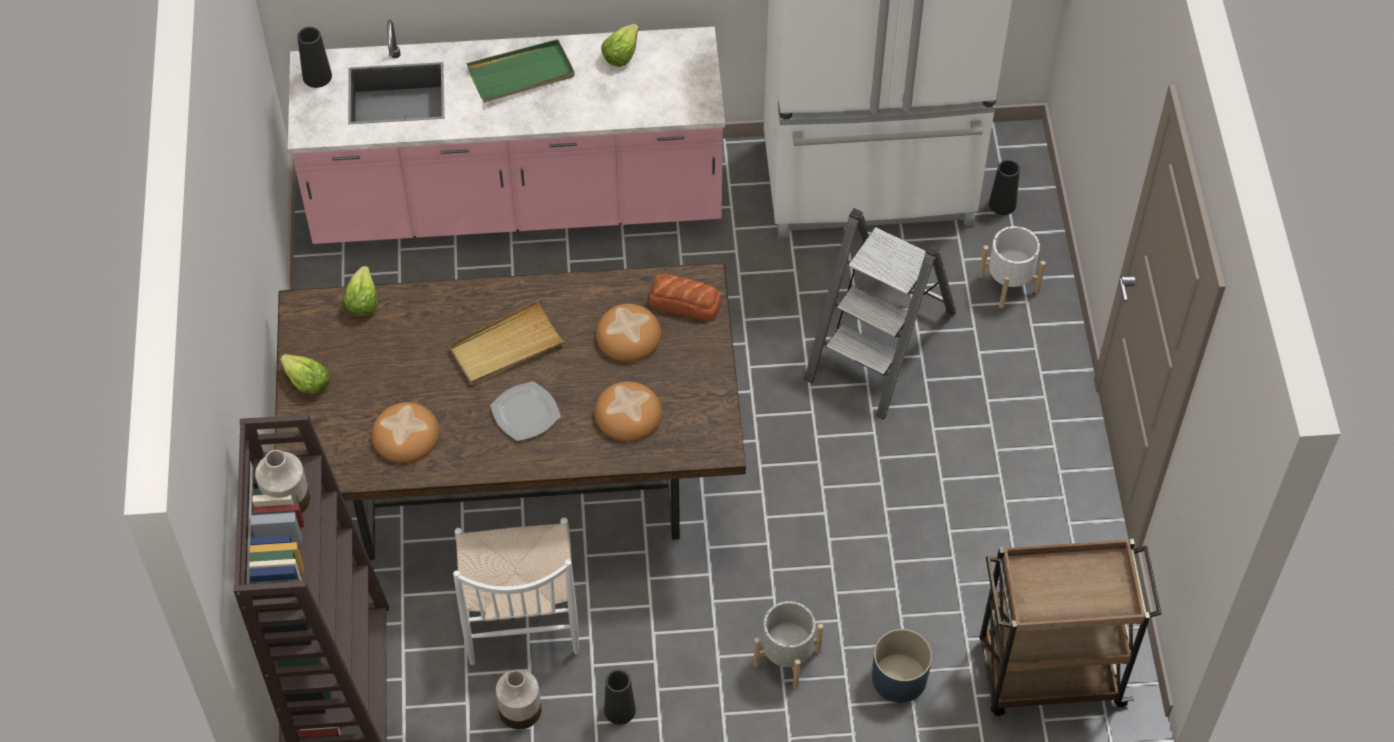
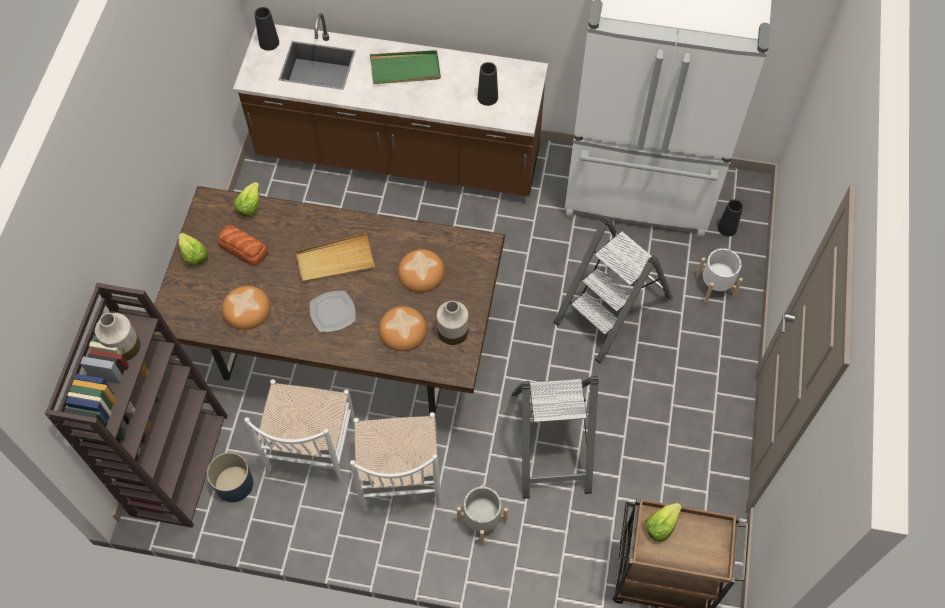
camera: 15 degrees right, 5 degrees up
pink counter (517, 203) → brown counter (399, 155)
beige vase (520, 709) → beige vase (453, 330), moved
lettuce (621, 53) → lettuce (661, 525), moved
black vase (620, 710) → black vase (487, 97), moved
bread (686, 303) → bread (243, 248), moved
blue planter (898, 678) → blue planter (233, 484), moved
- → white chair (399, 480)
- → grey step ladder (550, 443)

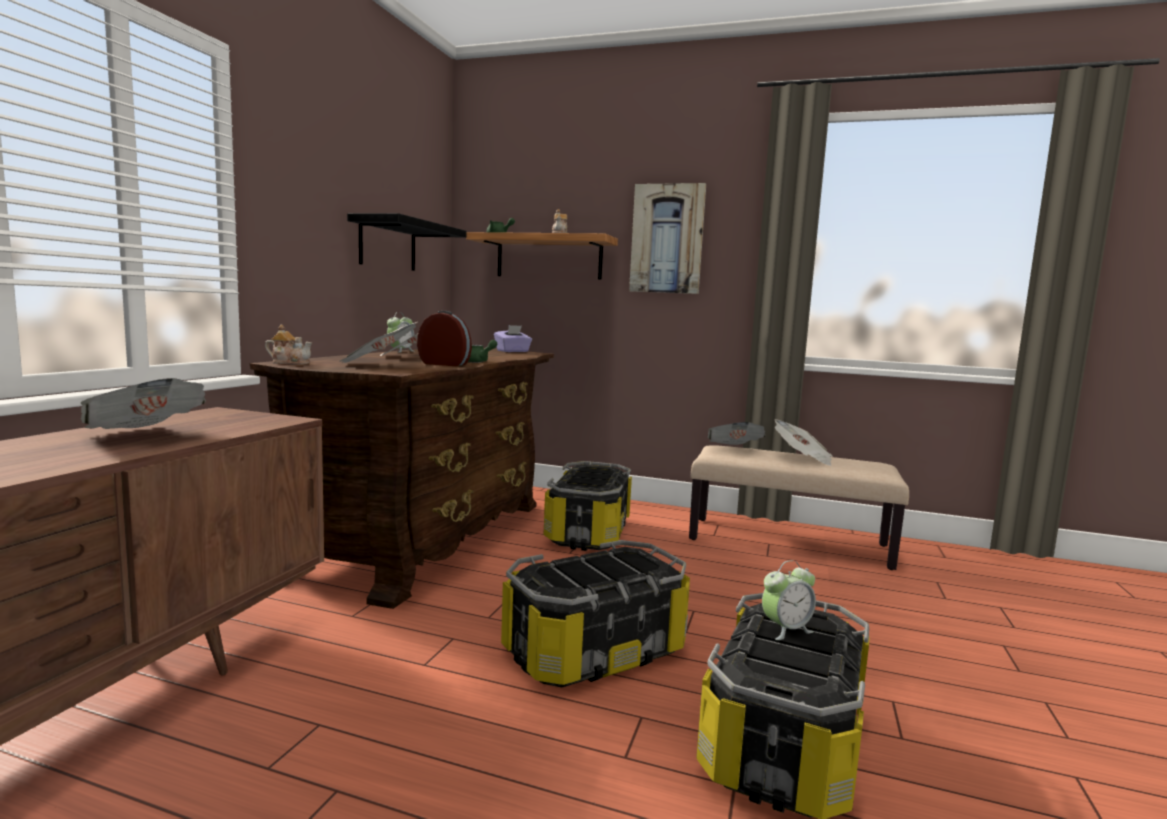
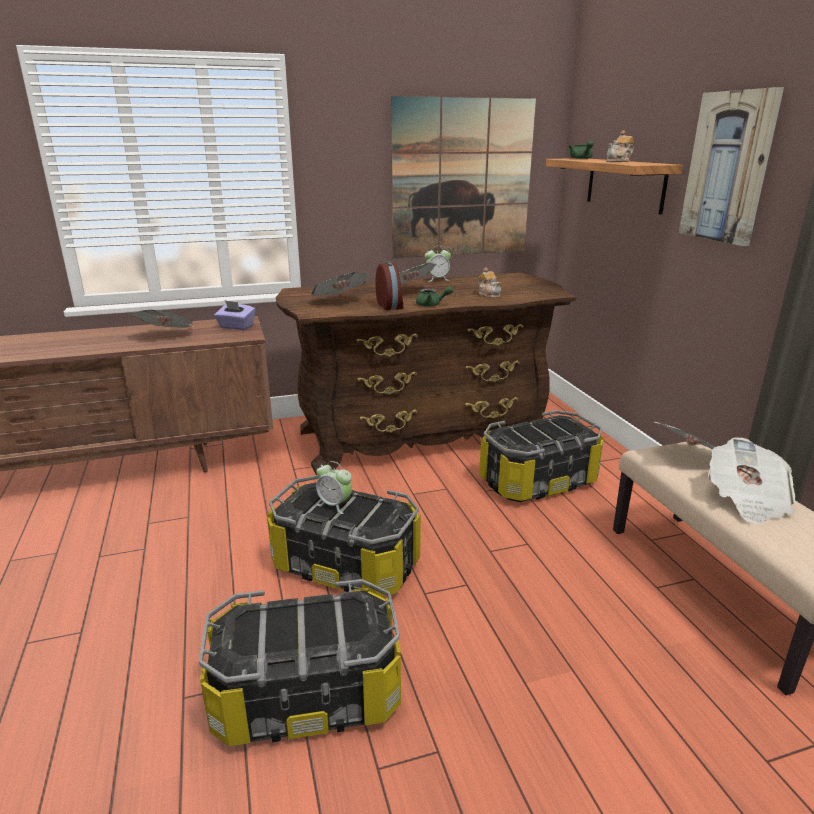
camera: 55 degrees right, 15 degrees up
teapot (290, 363) → teapot (489, 295), moved
black shelf (388, 245) → picture (462, 179)
purple tissue box (512, 351) → purple tissue box (236, 327), moved
alarm clock (786, 629) → alarm clock (334, 505), moved

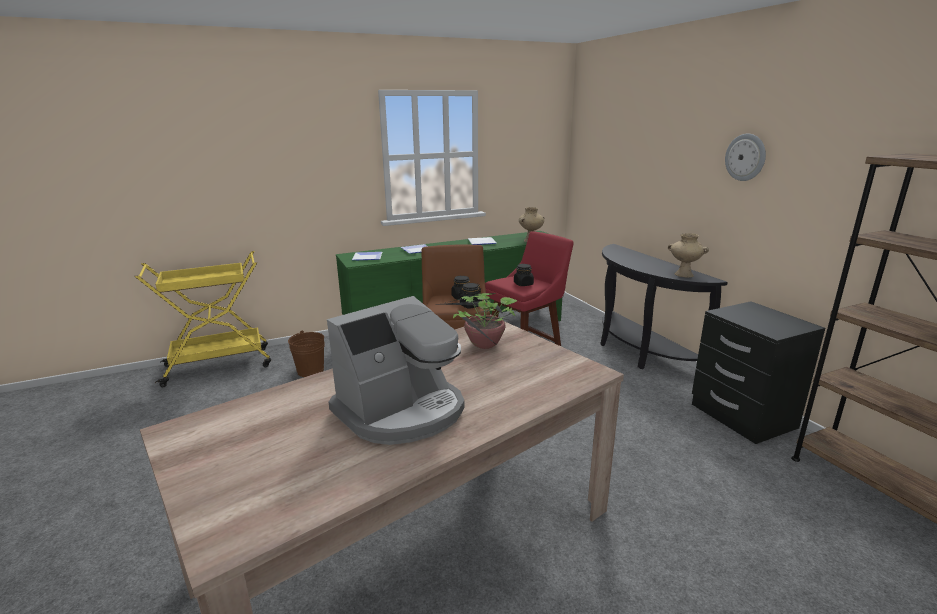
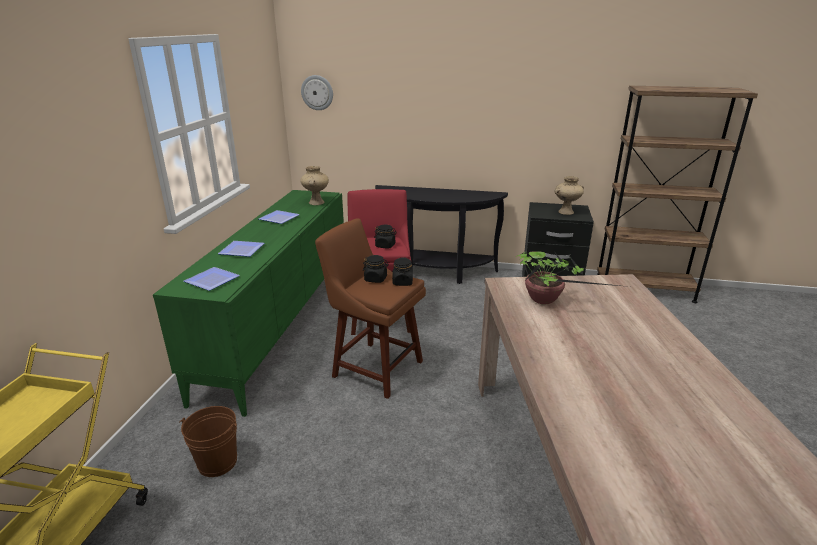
camera: 55 degrees left, 5 degrees up
coffee machine (402, 411) → -
beige vase (683, 275) → beige vase (566, 212), moved
wall clock (745, 157) → wall clock (317, 92), moved

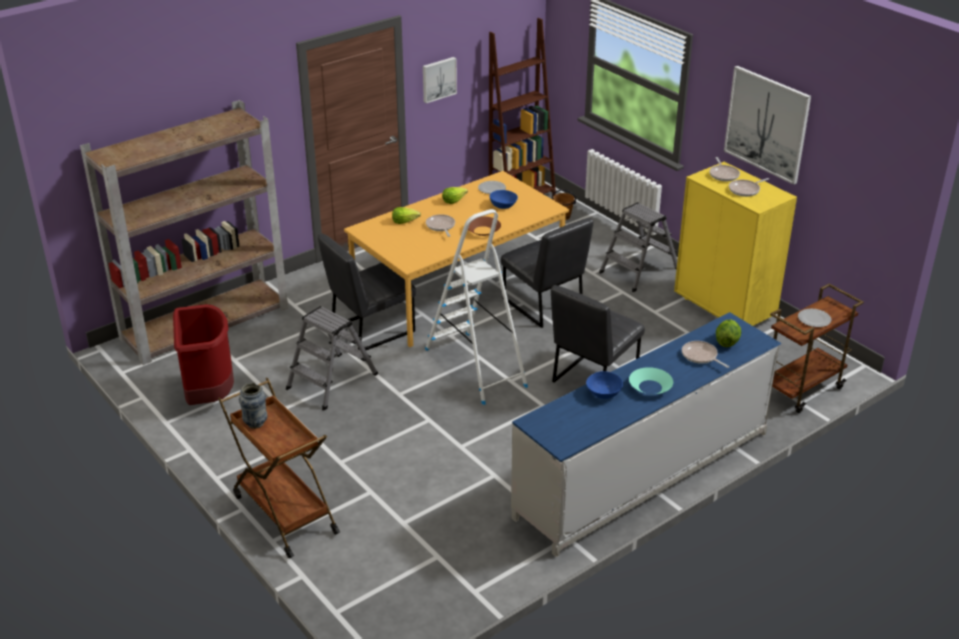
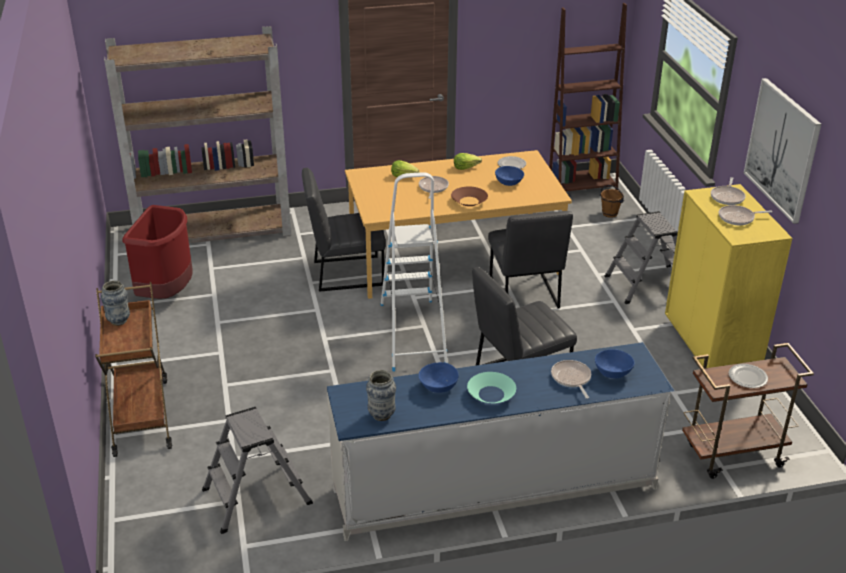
camera: 25 degrees right, 0 degrees up
grey step ladder (332, 381) → grey step ladder (257, 496), moved
picture (438, 79) → -
lettuce (727, 342) → blue bowl (612, 372)
- → vase (381, 415)

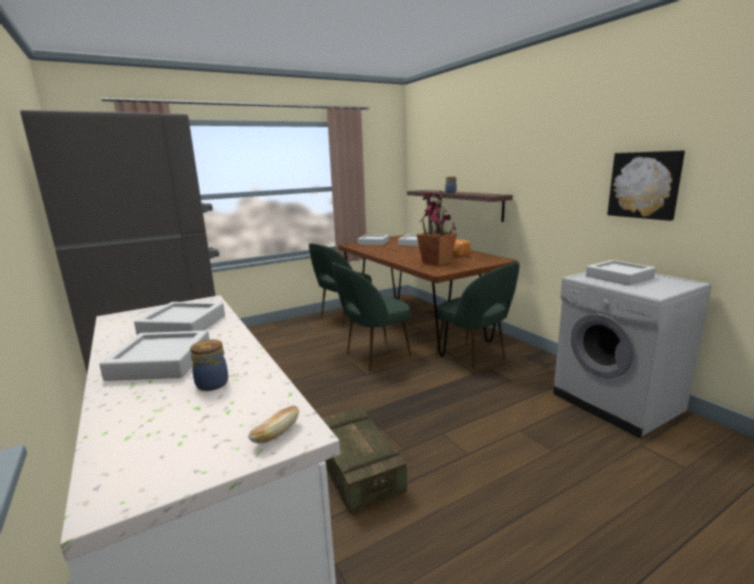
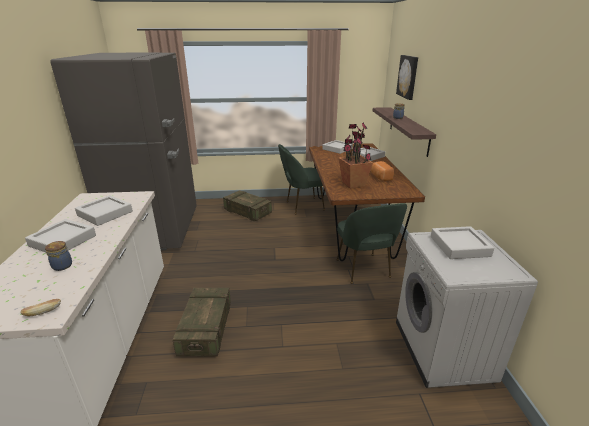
camera: 25 degrees right, 10 degrees up
green chair (373, 357) → -
picture (645, 185) → picture (408, 76), moved
- → crate (247, 212)

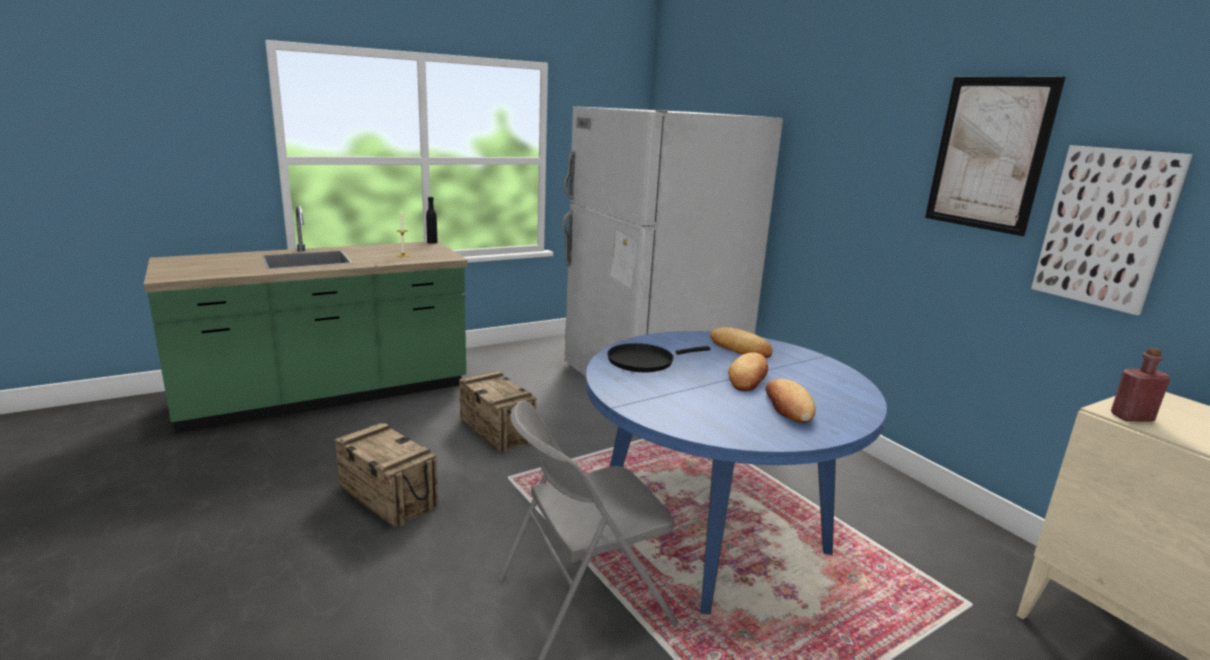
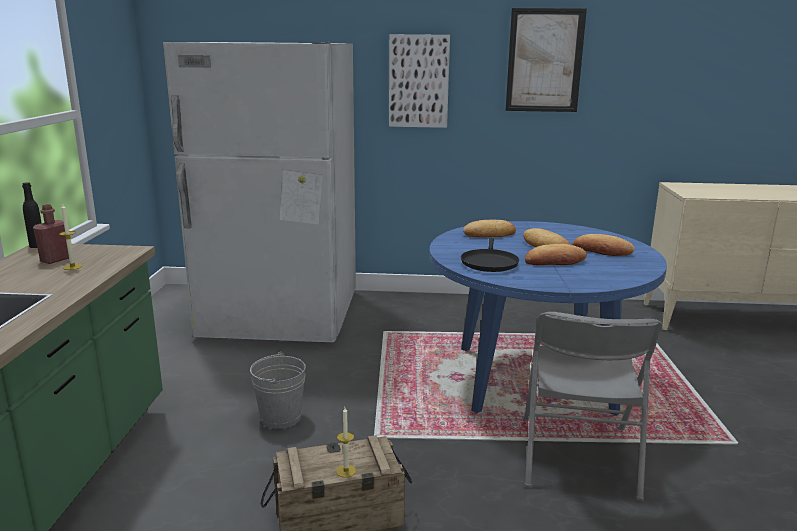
camera: 55 degrees left, 0 degrees up
crate (497, 431) → grey bucket (280, 417)
picture (1105, 227) → picture (418, 81), moved
red bottle (1131, 417) → red bottle (55, 260), moved
- → candle (346, 471)
- → bread (555, 261)

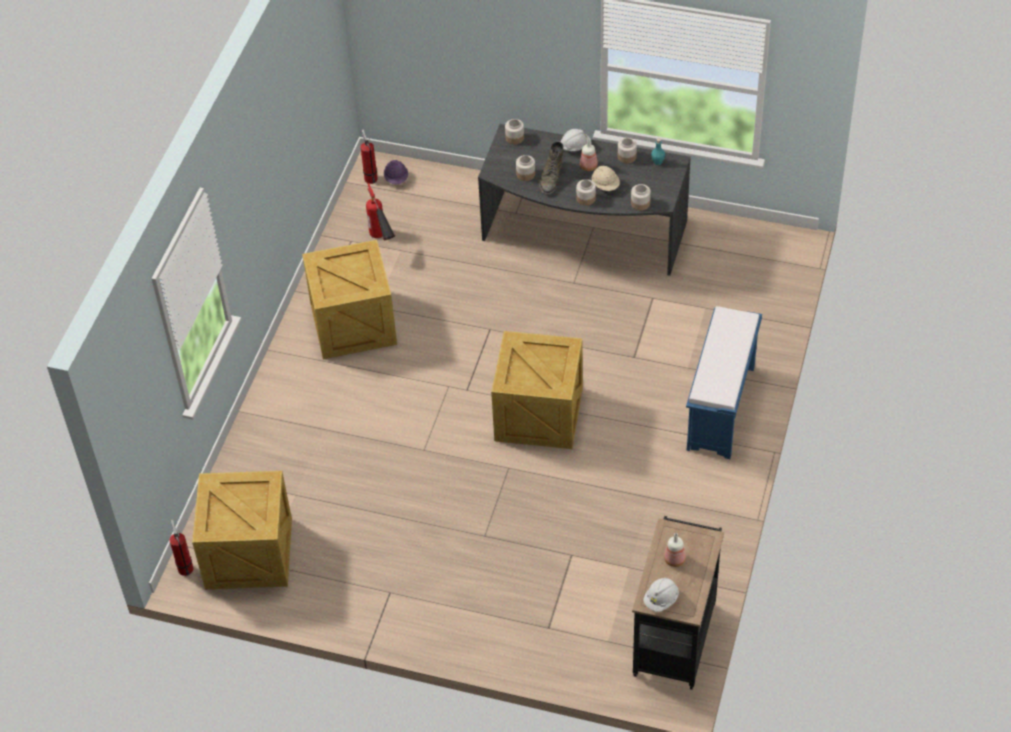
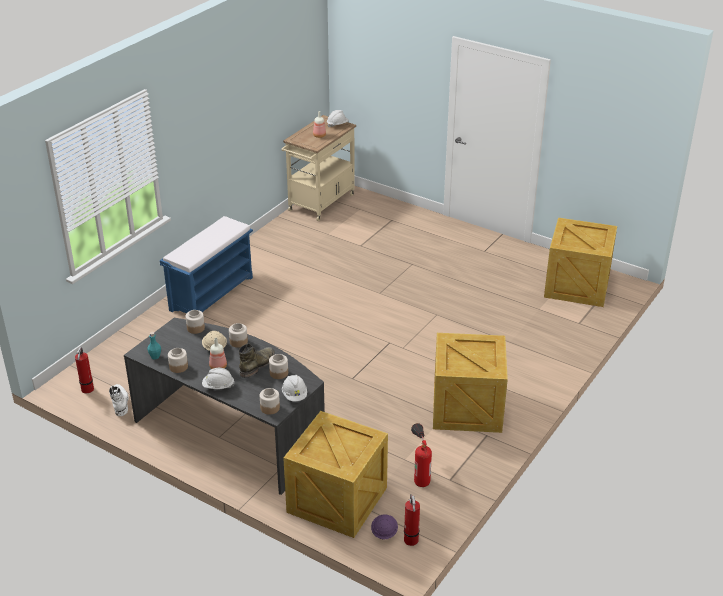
camera: 165 degrees left, 15 degrees down
fire extinguisher (185, 567) → fire extinguisher (87, 390), moved
crate (540, 415) → crate (336, 498), moved
black cart (675, 637) → beige cart (320, 203)
- → white boot (120, 402)
- → white hard hat (294, 395)

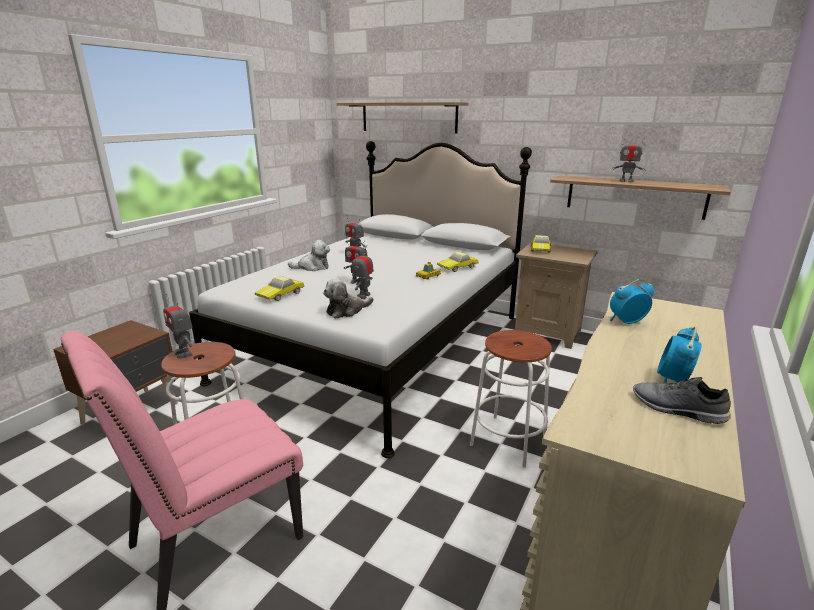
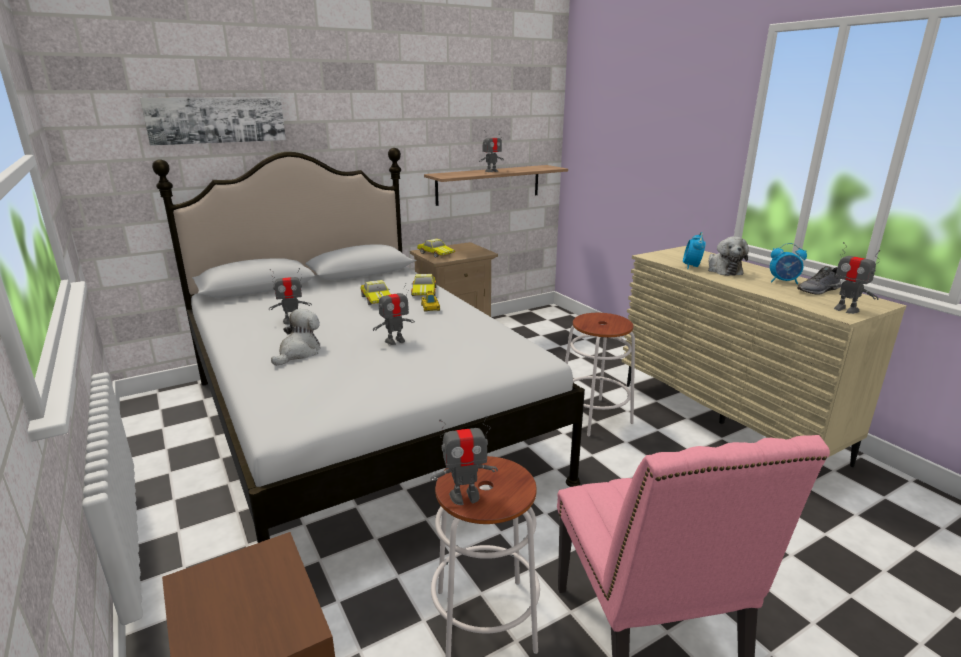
camera: 60 degrees left, 0 degrees up
toy car (281, 294) → toy car (377, 299), moved
plush toy (346, 311) → plush toy (723, 270), moved
shelf (408, 117) → picture (216, 120)
toy robot (363, 296) → toy robot (846, 309), moved
alarm clock (673, 381) → alarm clock (783, 282), 45 degrees counterclockwise

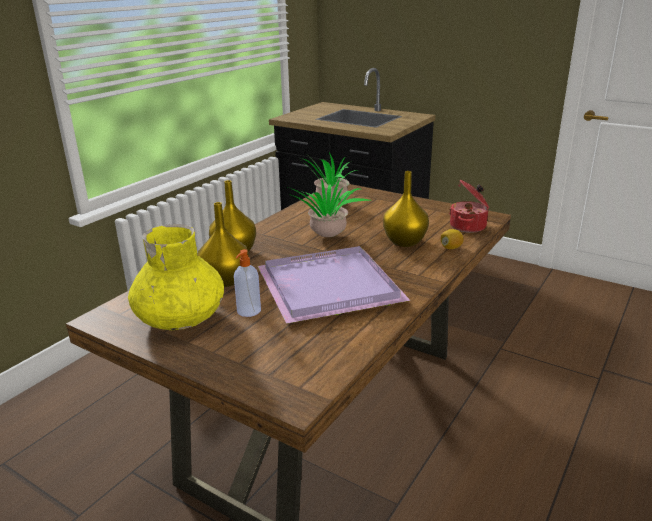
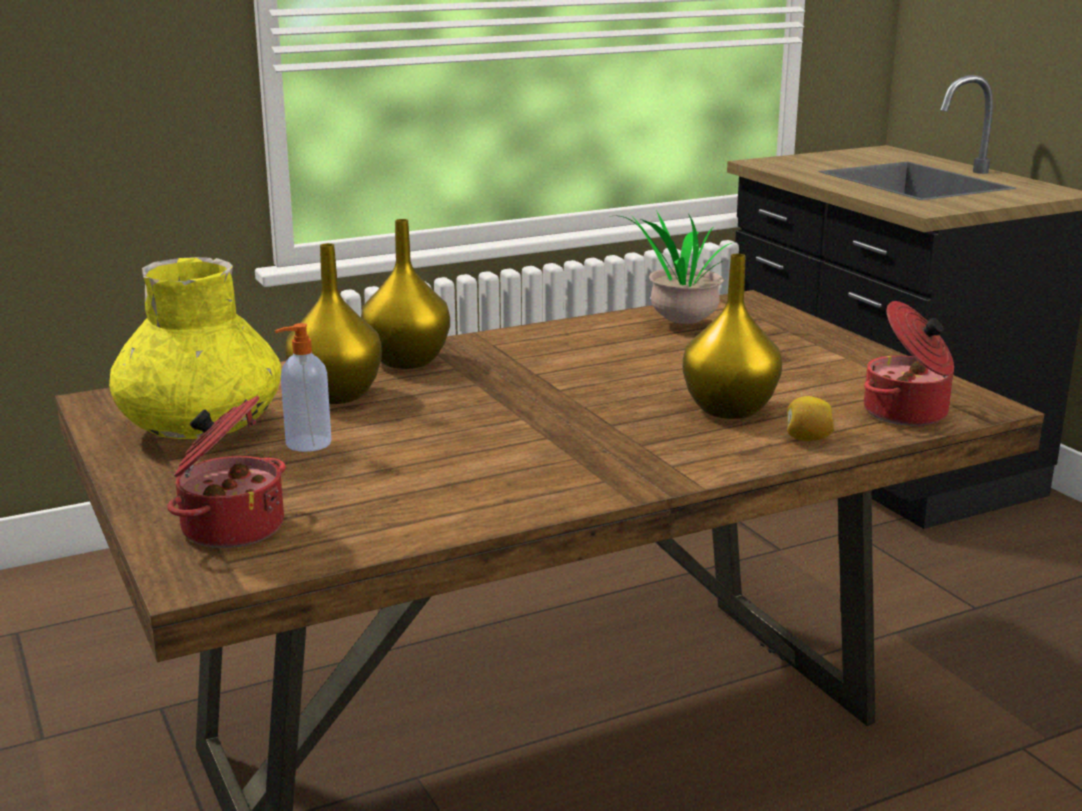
camera: 30 degrees right, 5 degrees down
purple tray (326, 286) → -
potted plant (328, 238) → -
- → cooking pot (230, 527)

